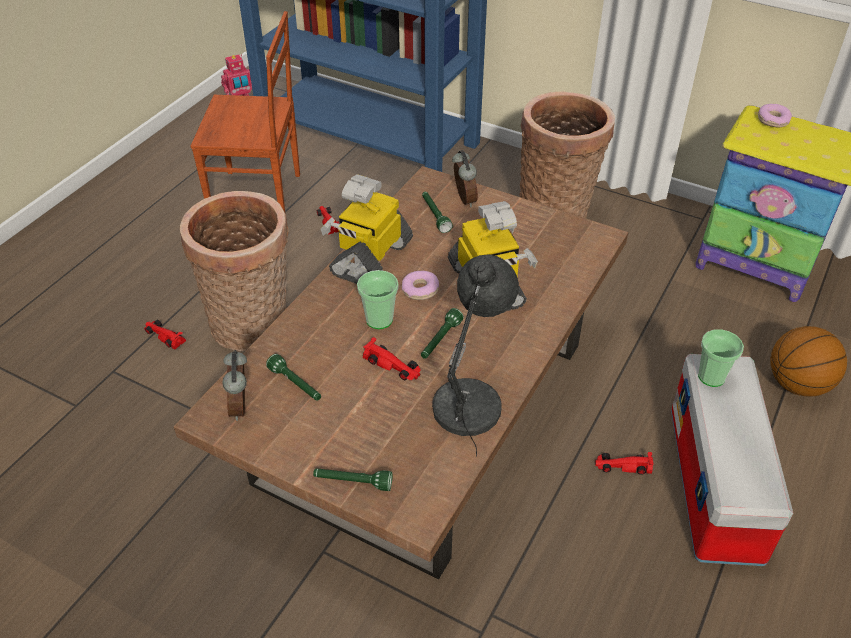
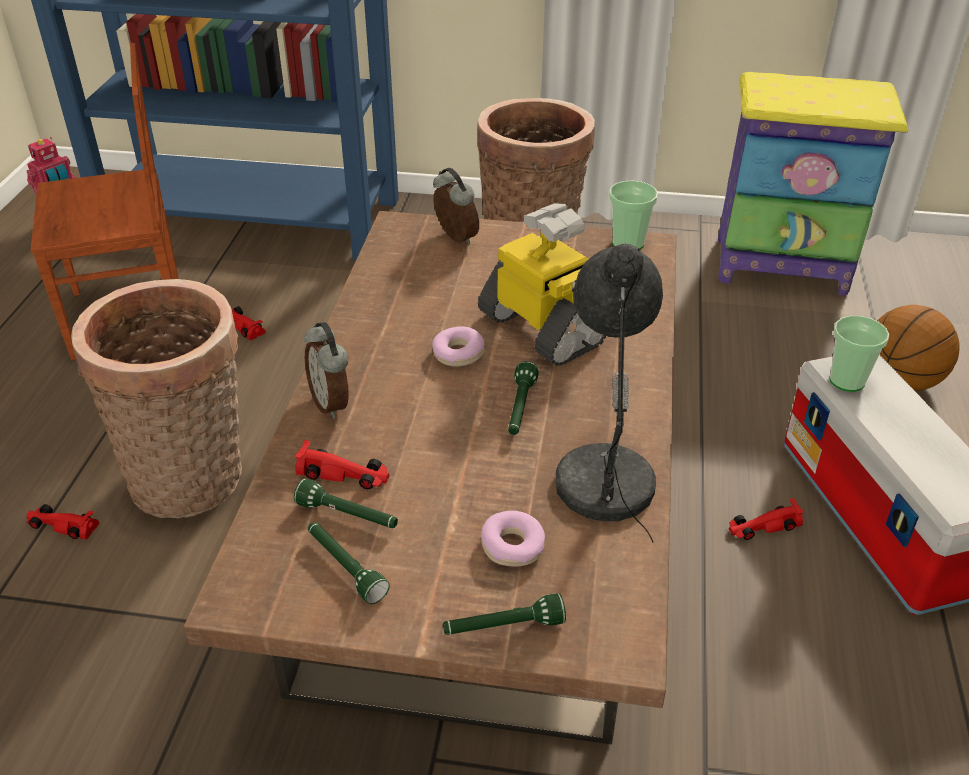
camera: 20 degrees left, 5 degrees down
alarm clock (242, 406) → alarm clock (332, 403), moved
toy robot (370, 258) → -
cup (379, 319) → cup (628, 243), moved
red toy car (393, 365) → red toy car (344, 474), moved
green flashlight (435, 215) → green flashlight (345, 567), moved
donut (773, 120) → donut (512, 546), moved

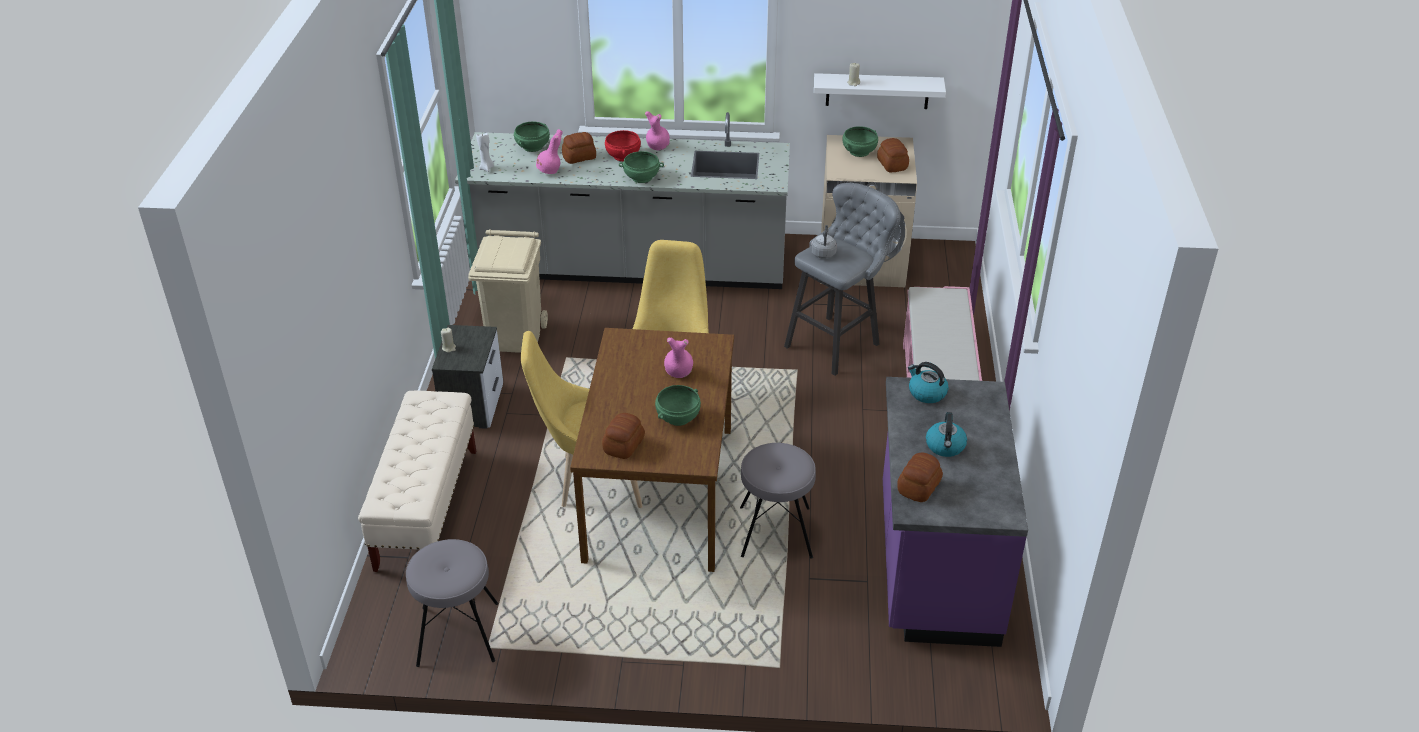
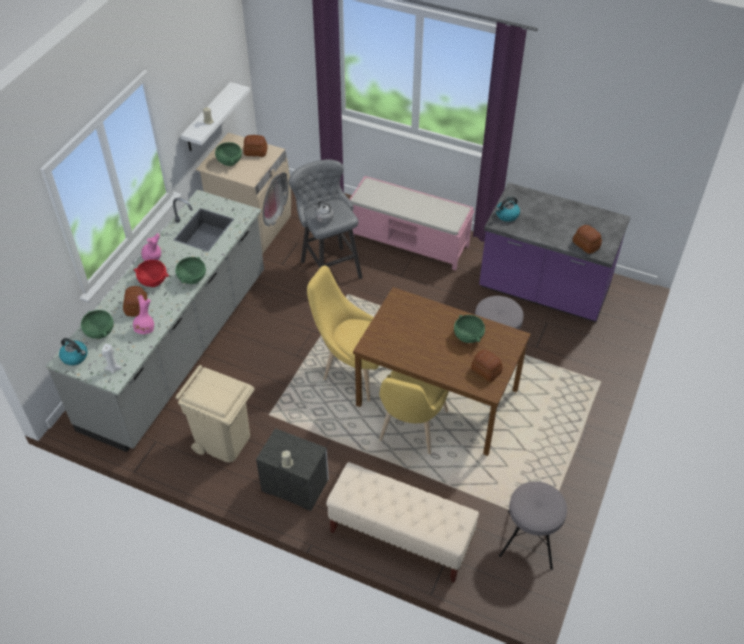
camera: 70 degrees left, 10 degrees up
pink vase (678, 372) → -
kettle (945, 446) → kettle (75, 357), moved

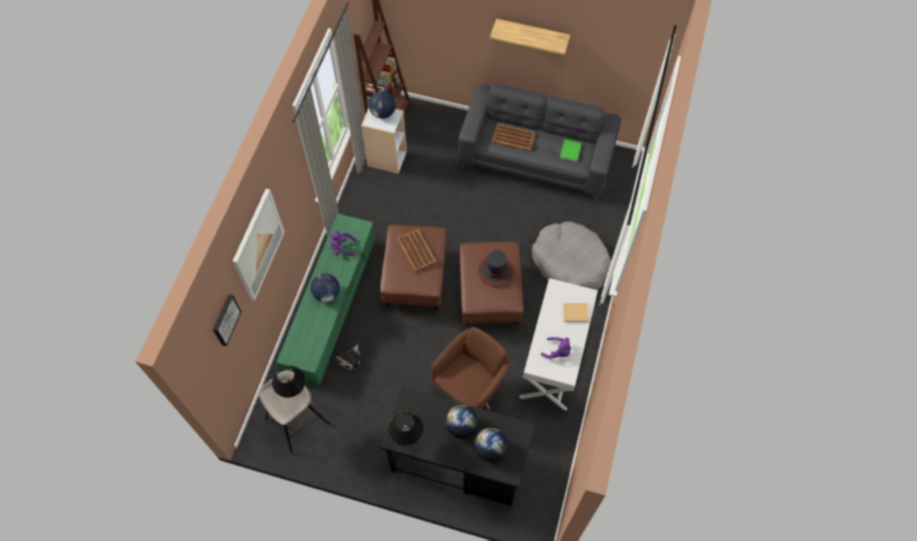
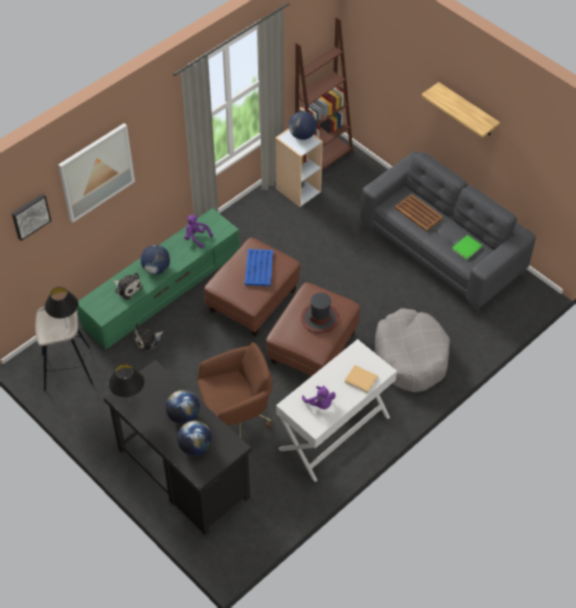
camera: 30 degrees right, 10 degrees down
brown tray (416, 251) → blue tray (258, 268)
- → plush toy (127, 288)

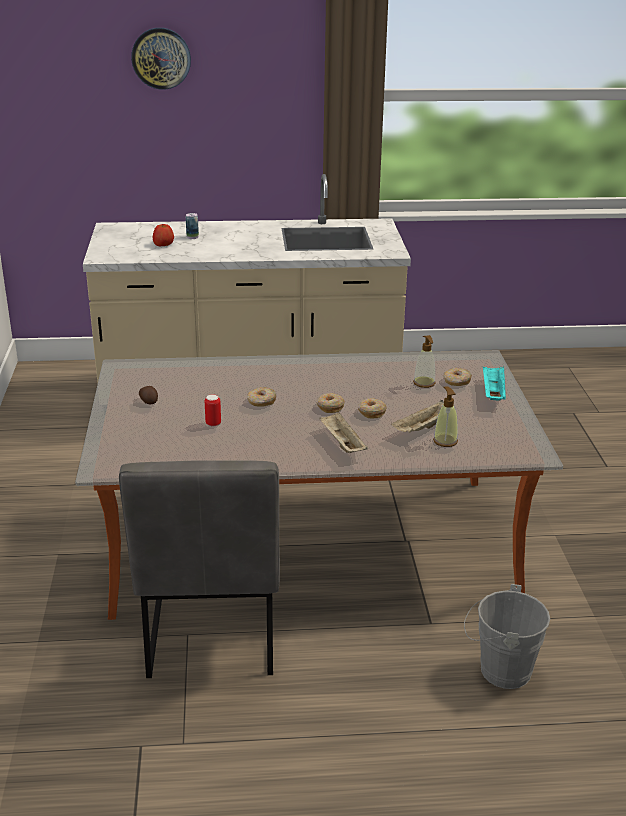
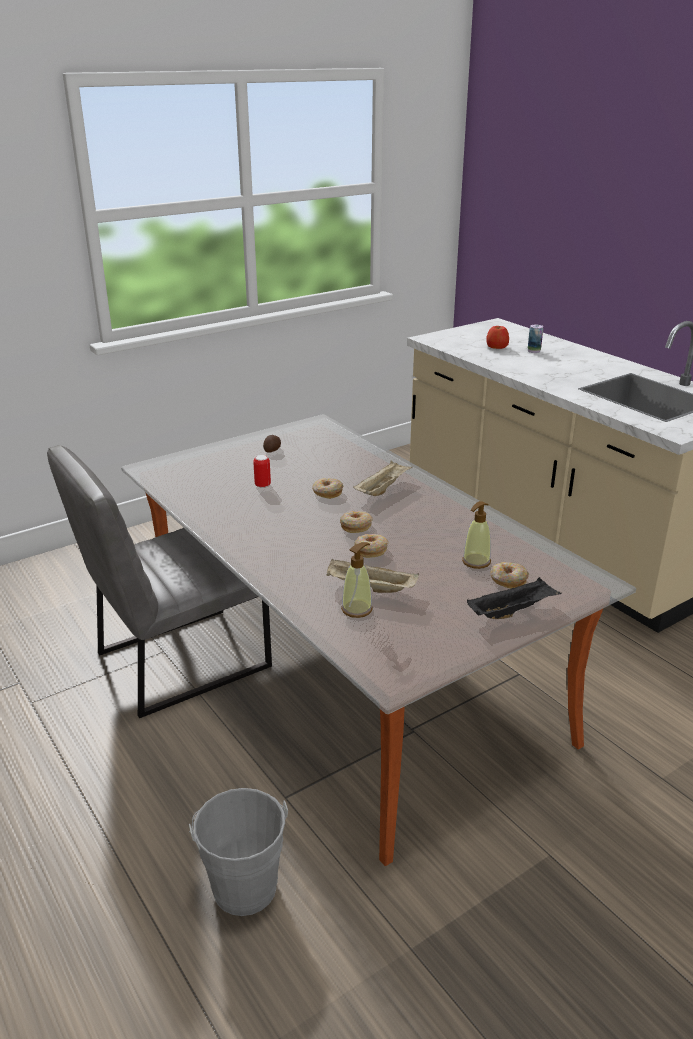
camera: 60 degrees right, 0 degrees up
wall clock (161, 58) → -
beige tray (342, 443) → beige tray (382, 489), moved
turquoise tray (493, 393) → black tray (512, 611)

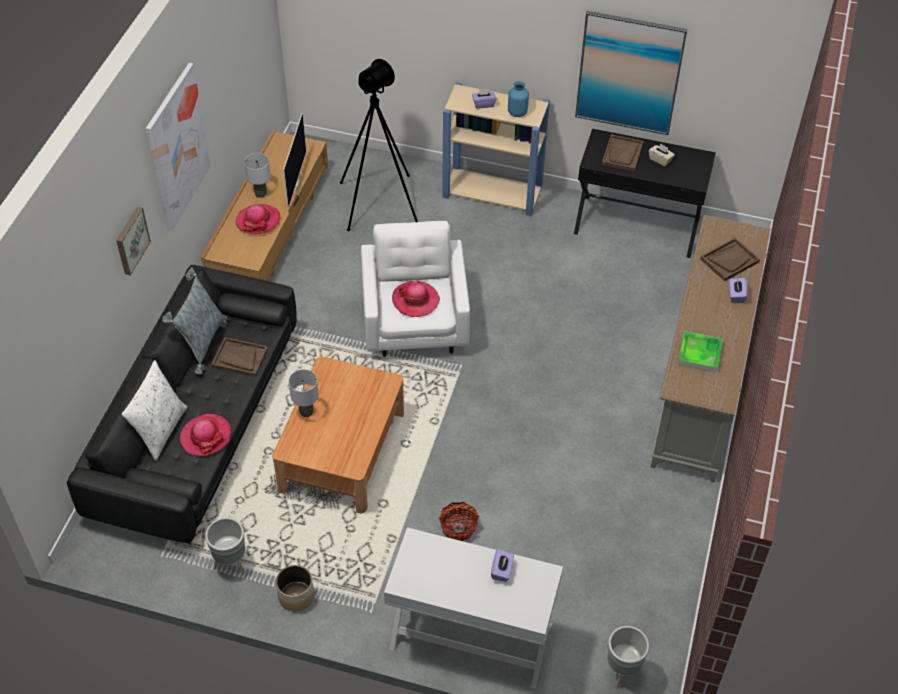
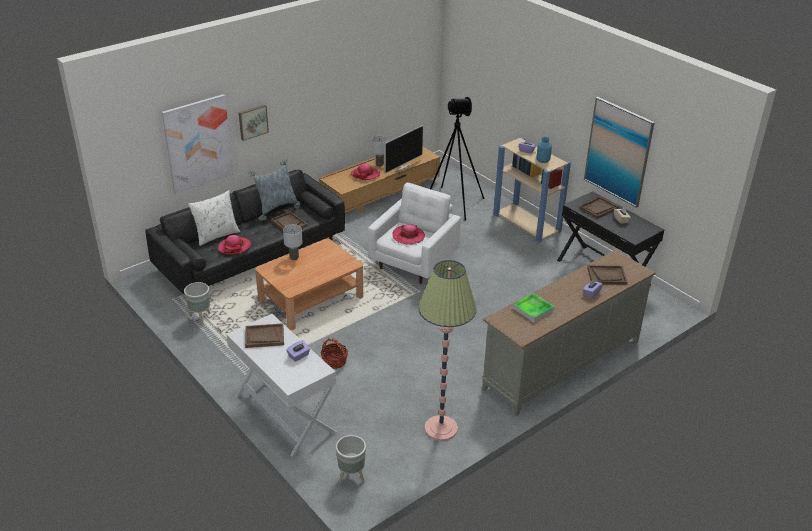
camera: 35 degrees right, 15 degrees down
picture (177, 147) → picture (198, 143), moved
planter (295, 596) → -
- → brown tray (264, 337)
- → floor lamp (441, 428)

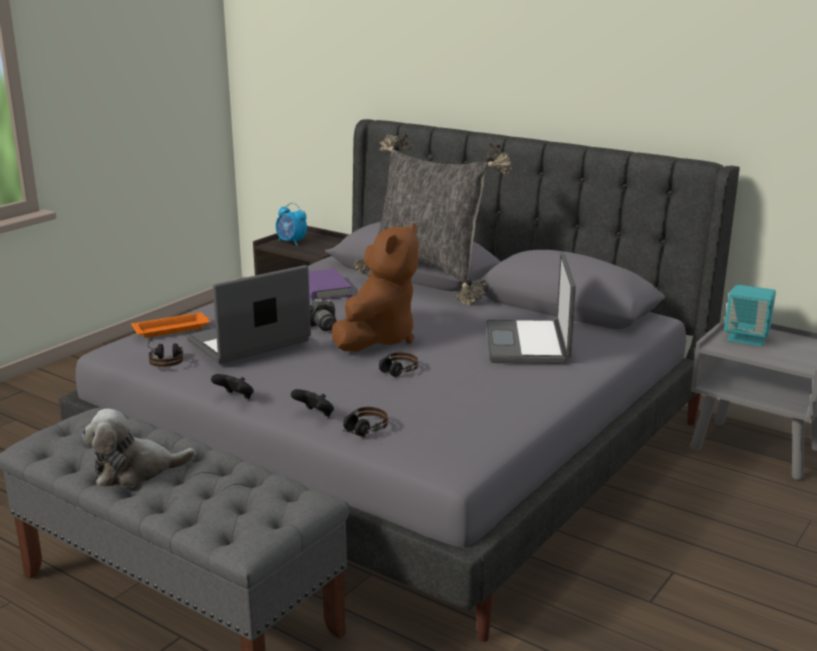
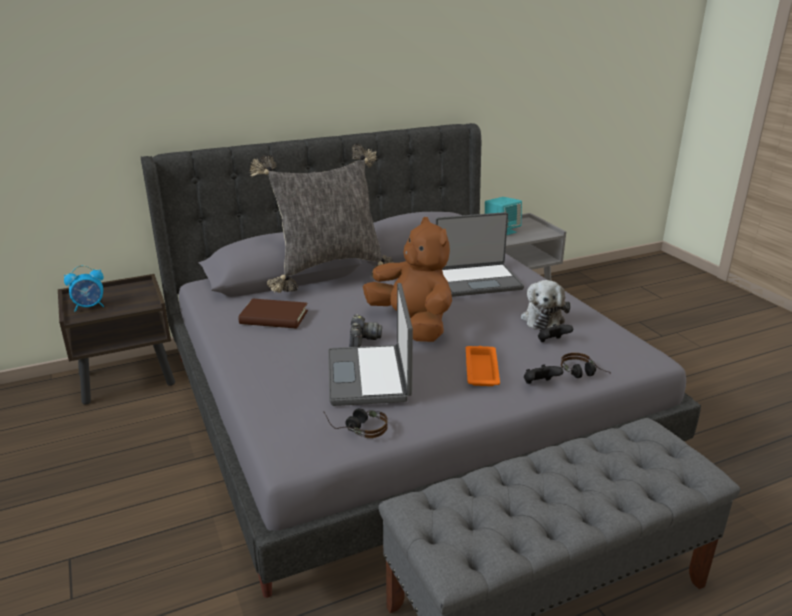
camera: 60 degrees left, 5 degrees up
plush toy (135, 471) → plush toy (543, 318), moved
orange tray (173, 329) → orange tray (481, 369), moved
black game controller (235, 398) → black game controller (552, 342), moved
purple book (323, 288) → brown book (274, 317)
headphones (393, 374) → -
laptop (529, 344) → laptop (477, 281), 45 degrees counterclockwise

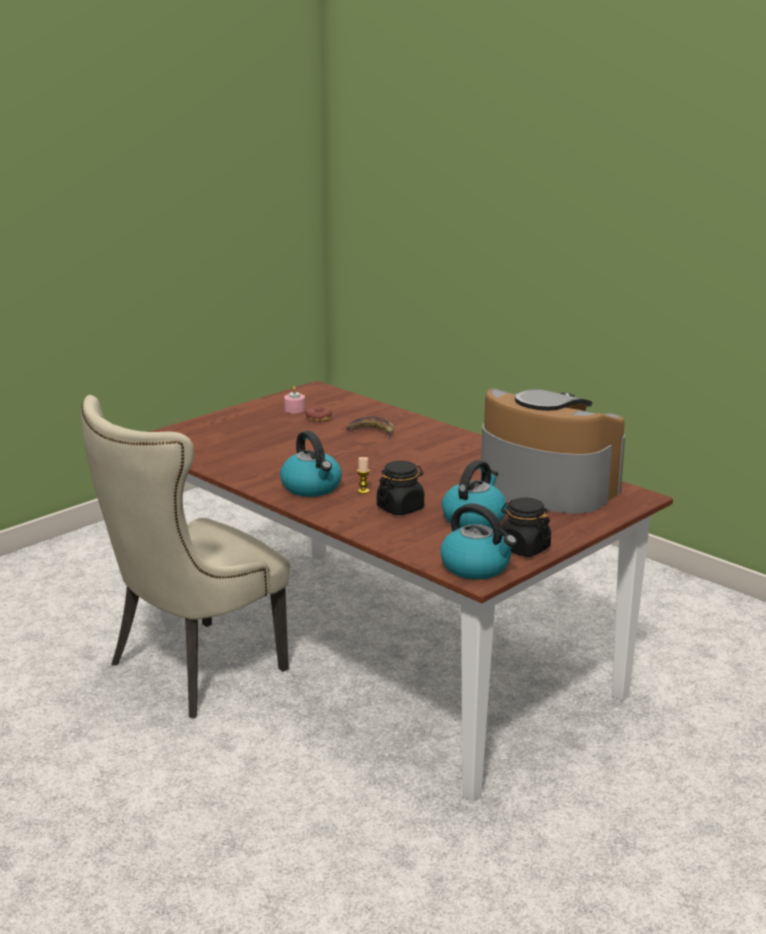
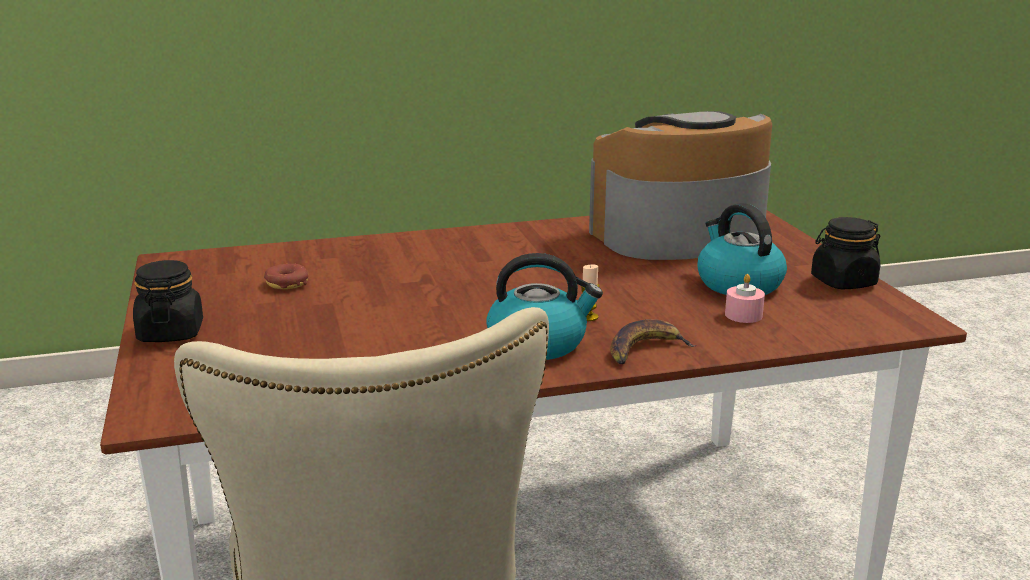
camera: 60 degrees left, 0 degrees up
pink candle (294, 409) → pink candle (743, 315), moved
banana (372, 432) → banana (645, 349), moved
black jar (400, 508) → black jar (171, 332), moved
kettle (477, 567) → -

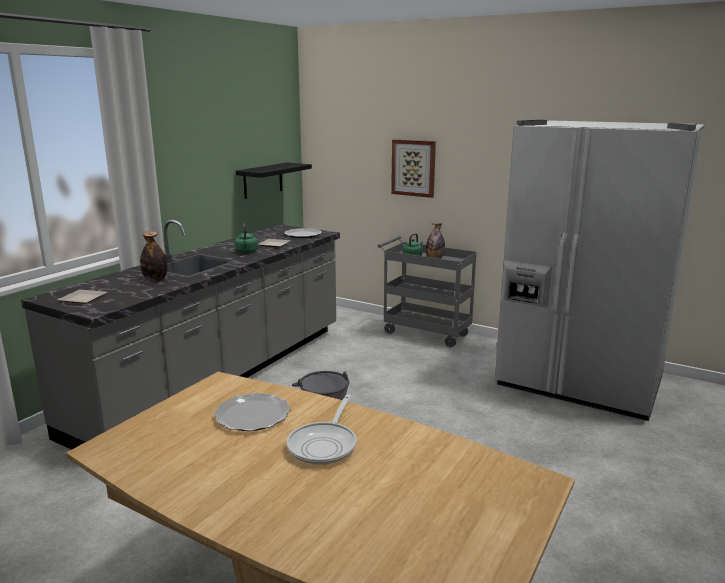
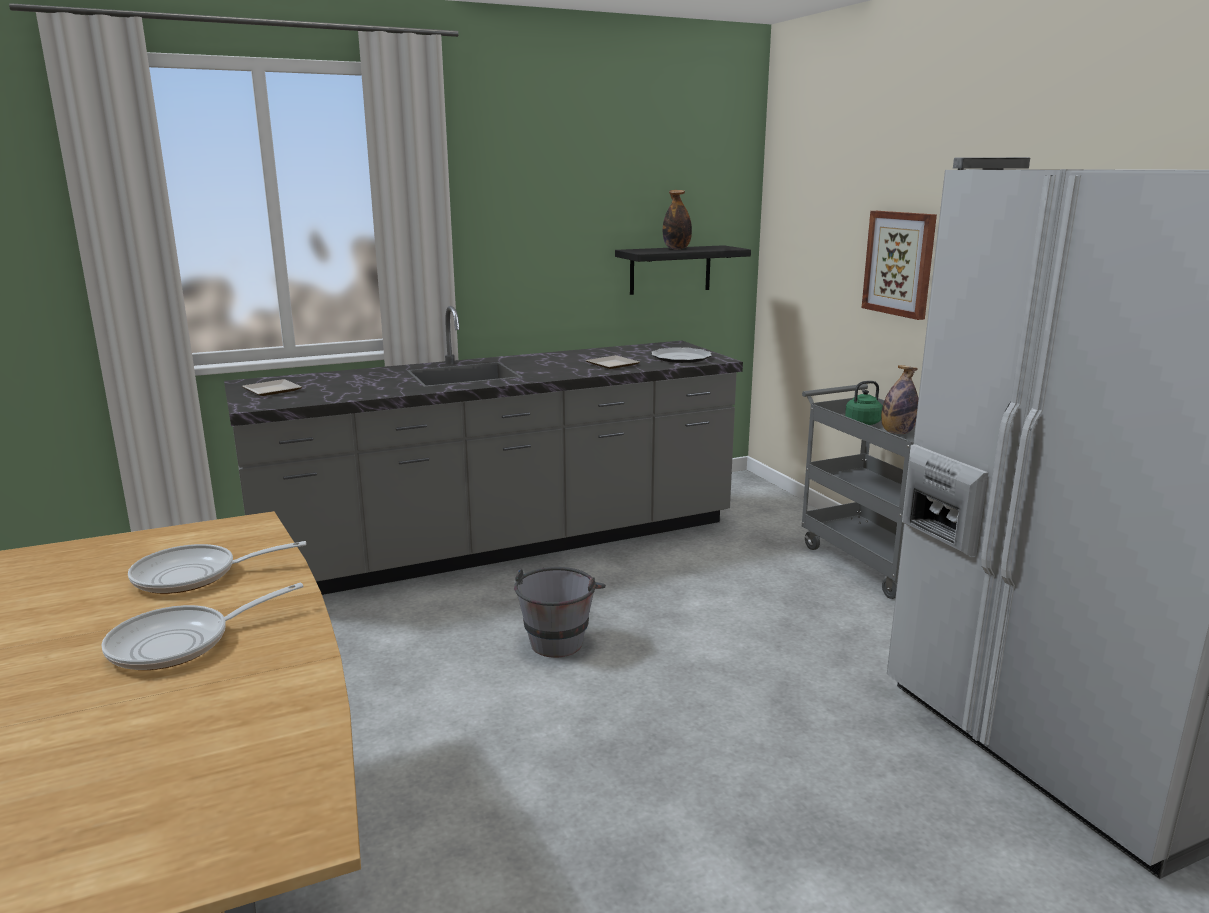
camera: 35 degrees right, 0 degrees up
bottle (155, 280) → bottle (676, 249), moved
plate (253, 415) → frying pan (194, 576)
green kettle (247, 252) → -

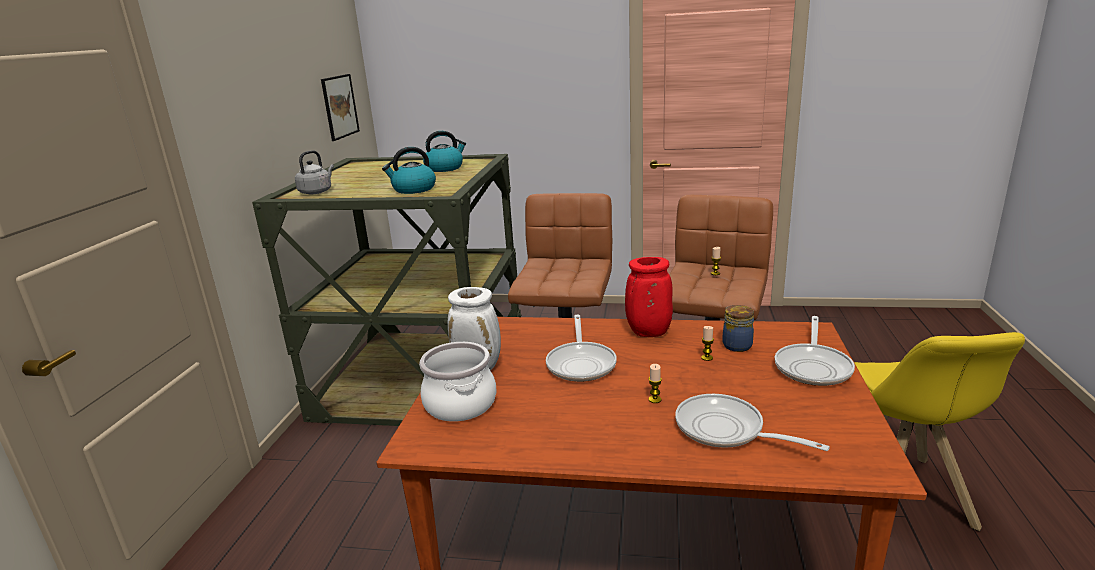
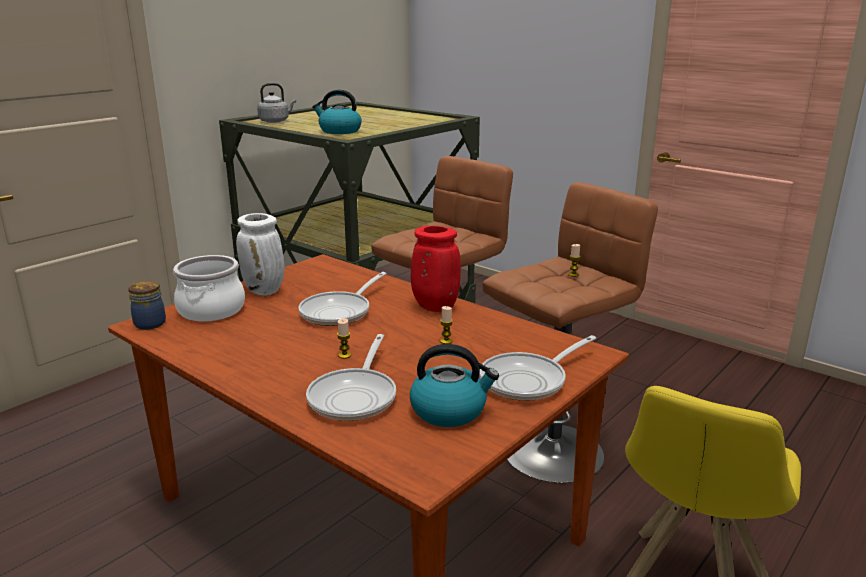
camera: 30 degrees right, 0 degrees up
picture (340, 106) → -
kettle (445, 168) → kettle (449, 410), moved
frying pan (726, 430) → frying pan (355, 396), 150 degrees counterclockwise
jar (736, 345) → jar (151, 323), moved

